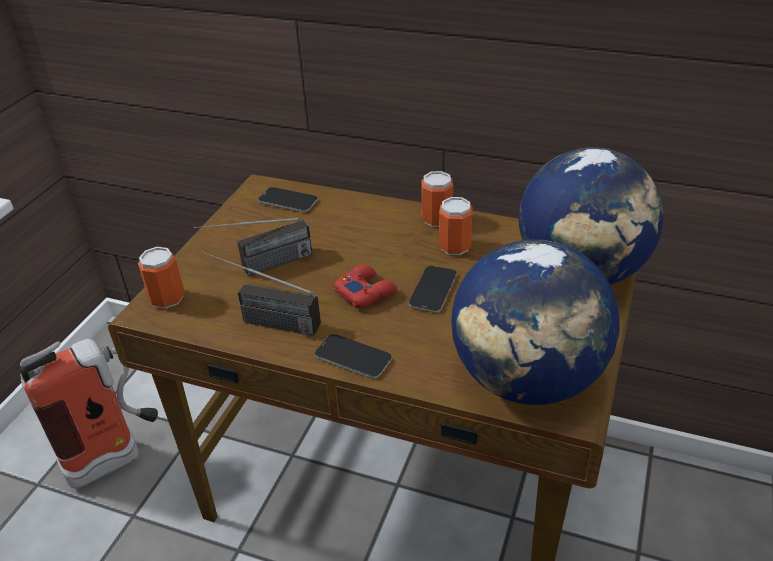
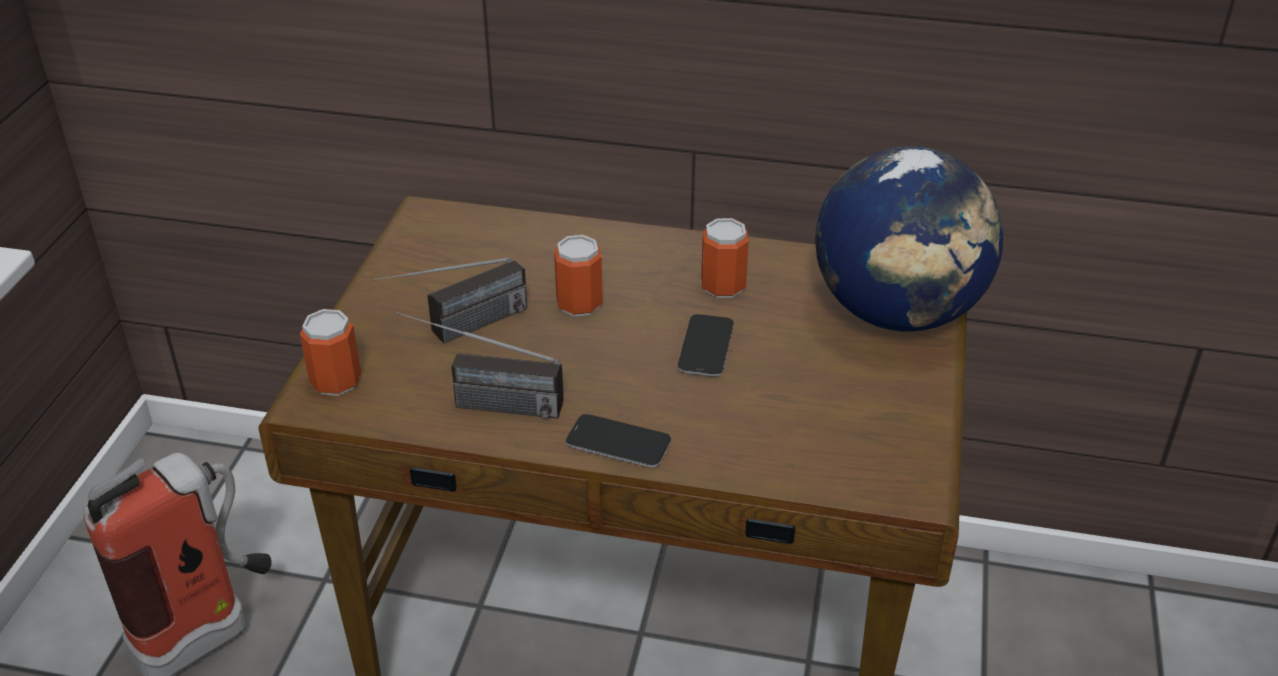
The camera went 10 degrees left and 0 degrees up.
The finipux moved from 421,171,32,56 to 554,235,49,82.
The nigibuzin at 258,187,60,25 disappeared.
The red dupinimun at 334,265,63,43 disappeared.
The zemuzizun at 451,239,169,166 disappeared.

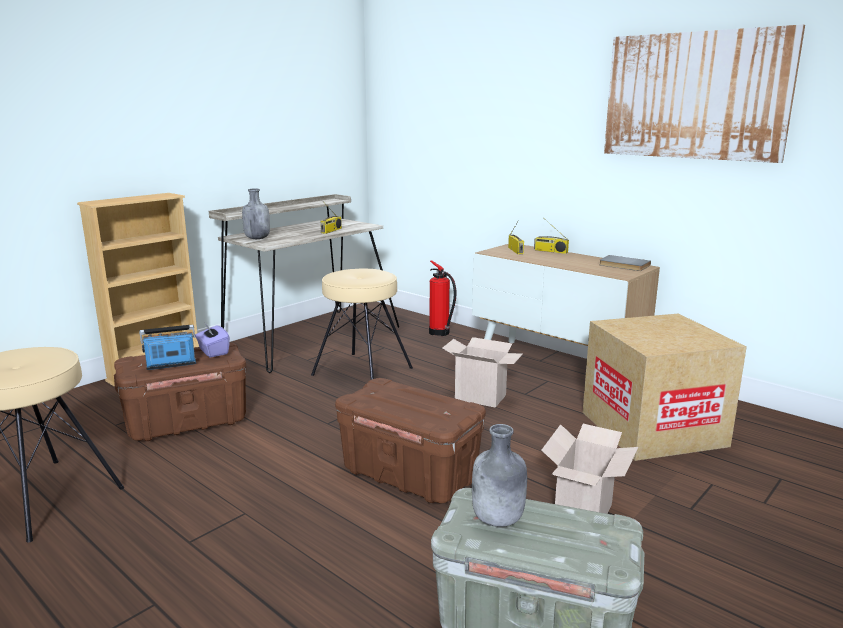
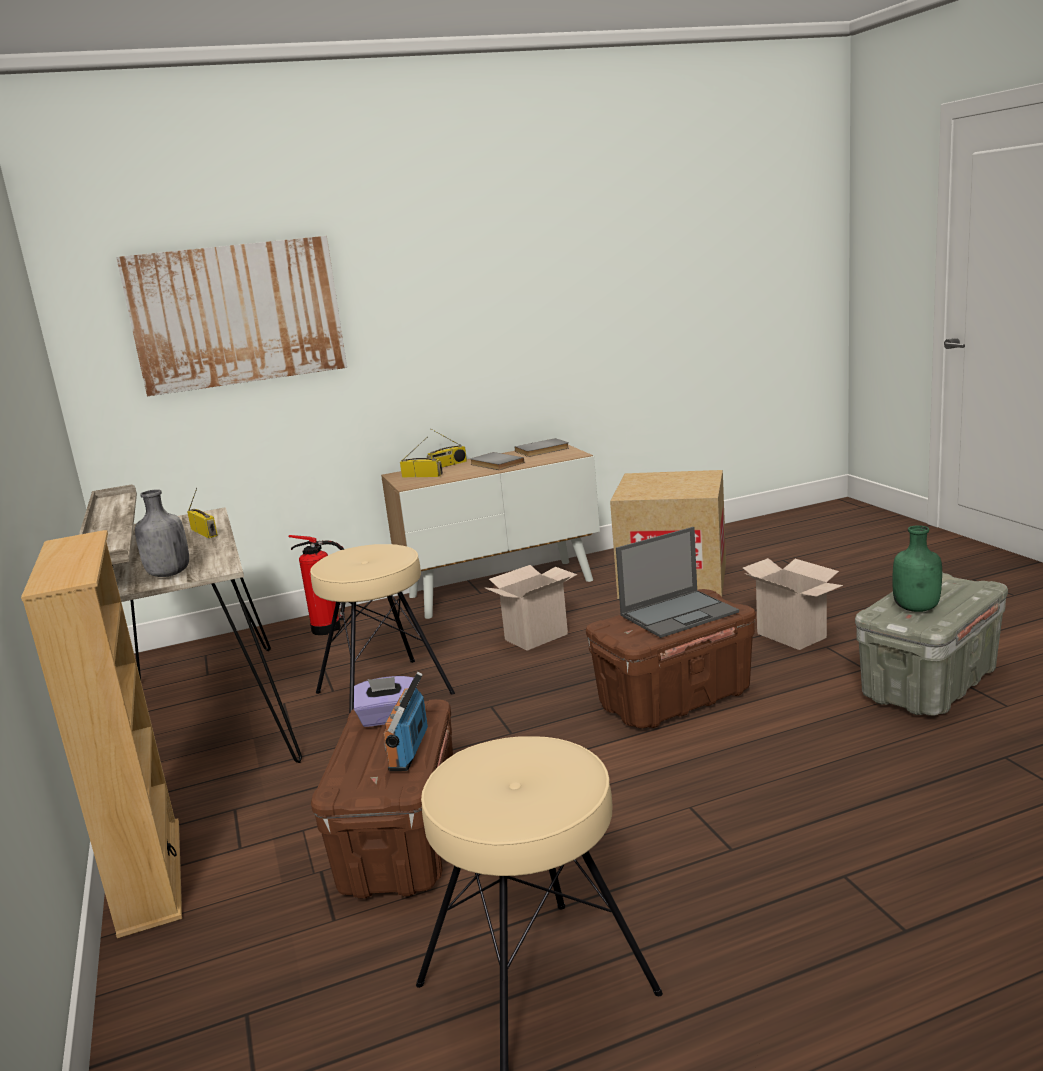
The camera went 60 degrees left and 0 degrees up.
The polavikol moved from 604,25,201,138 to 116,236,231,160.
The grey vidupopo at 470,452,54,18 appeared.
The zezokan at 616,527,123,111 appeared.
The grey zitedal at 472,424,55,103 became the green zitedal at 892,525,50,87.

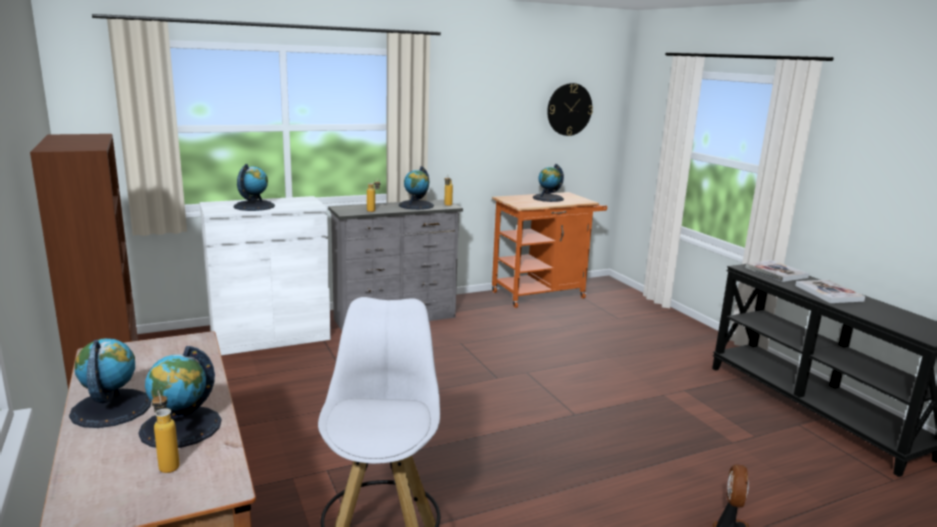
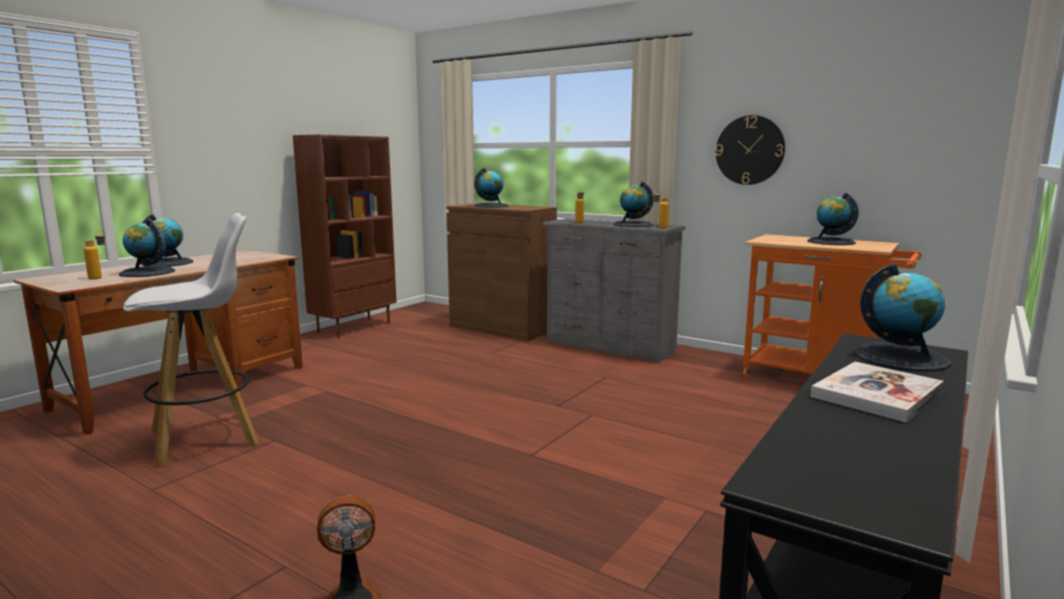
The camera went 60 degrees right and 5 degrees down.
The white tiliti at 200,196,131,159 became the brown tiliti at 446,203,111,138.
The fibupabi moved from 547,83,46,53 to 715,115,70,70.
The vidupopo at 745,260,64,22 was replaced by the zemuzizun at 854,264,98,108.

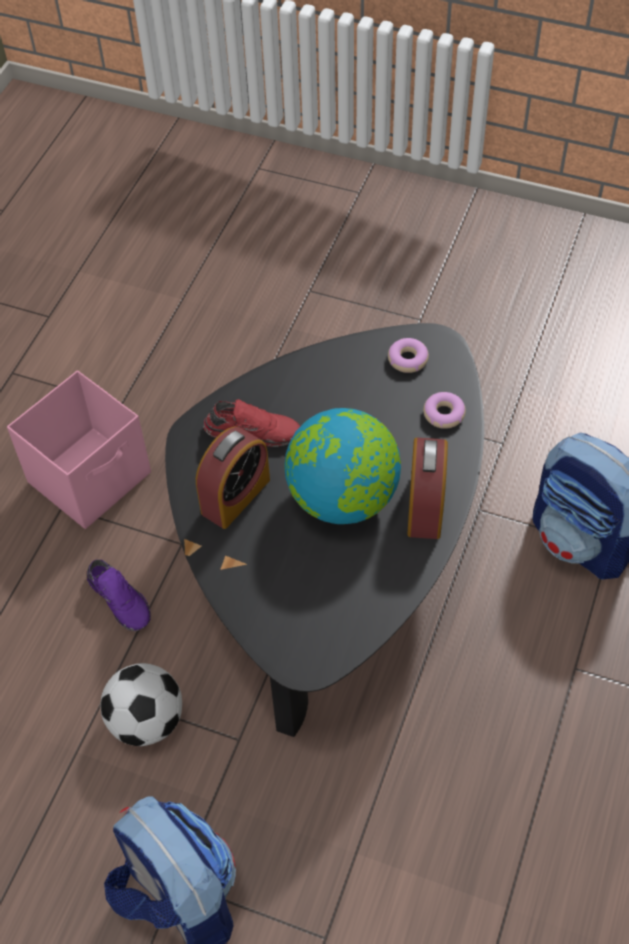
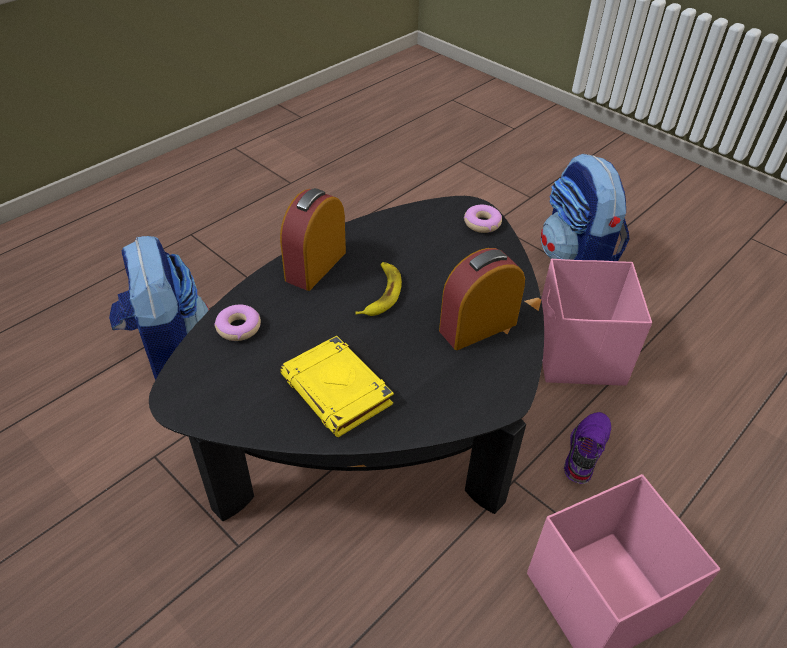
The camera went 160 degrees left and 10 degrees down.
The yellow vidupopo at 280,336,114,101 appeared.
The zemuzizun at 284,408,117,116 was replaced by the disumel at 356,262,46,54.
The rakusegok moved from 388,338,41,35 to 464,205,38,28.
The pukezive at 101,663,81,83 was replaced by the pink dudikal at 541,259,111,127.
The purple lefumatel at 86,560,65,71 turned 45 degrees clockwise.
The red lefumatel at 204,399,96,48 disappeared.

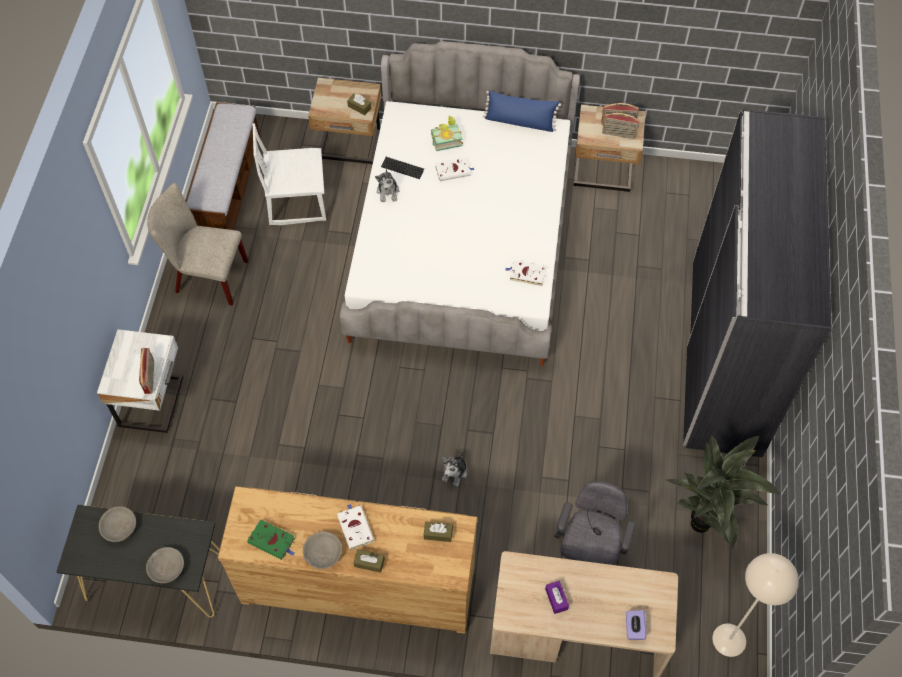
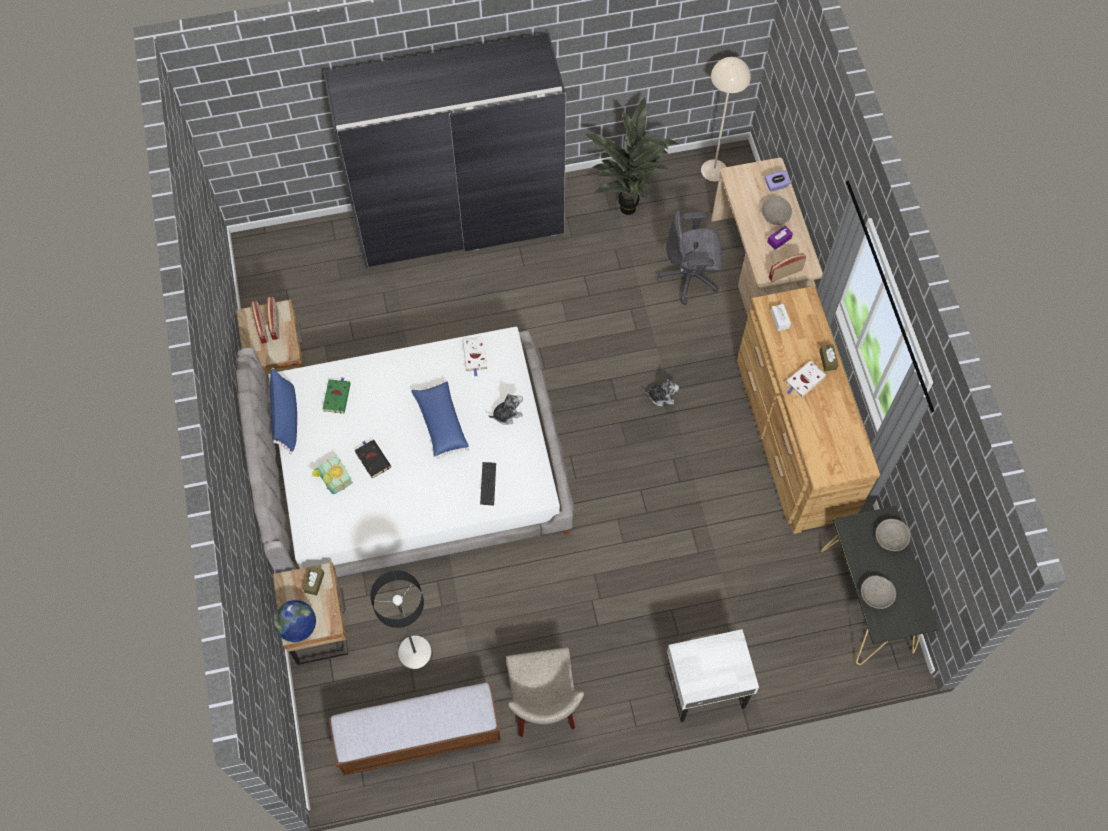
The camera went 110 degrees left and 5 degrees up.
The zemuzizun at 274,600,42,42 appeared.
The green vidupopo moved from 247,519,48,41 to 323,378,28,36.
The white vidupopo at 435,157,40,24 became the black vidupopo at 355,440,36,38.
The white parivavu at 253,123,73,102 was replaced by the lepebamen at 370,570,62,100.
The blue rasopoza at 411,380,58,79 appeared.
The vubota moved from 381,157,43,22 to 480,462,16,43.
The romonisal moved from 375,168,24,34 to 489,394,34,31.
The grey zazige moved from 303,531,39,38 to 761,197,31,28.
The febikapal moved from 139,348,15,46 to 768,253,38,29.
The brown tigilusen at 424,521,29,21 became the white tigilusen at 771,304,20,27.

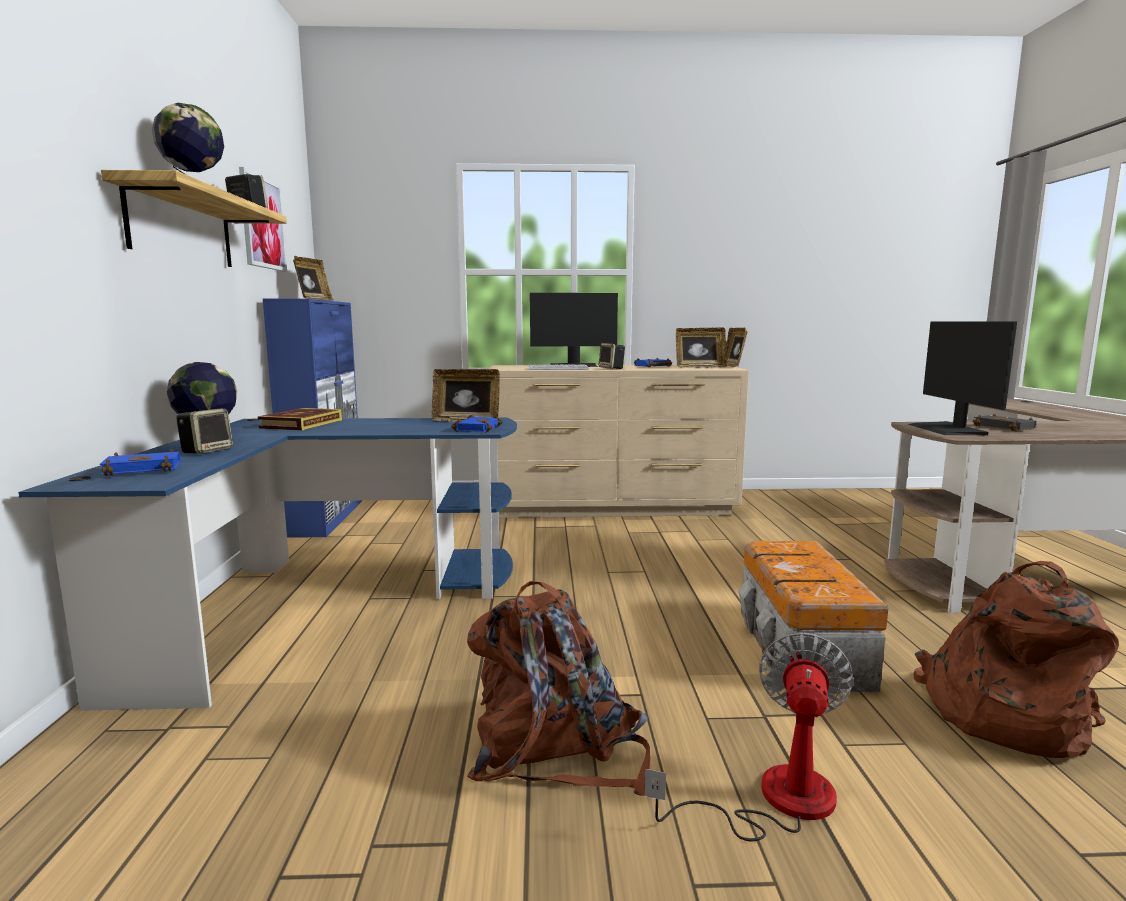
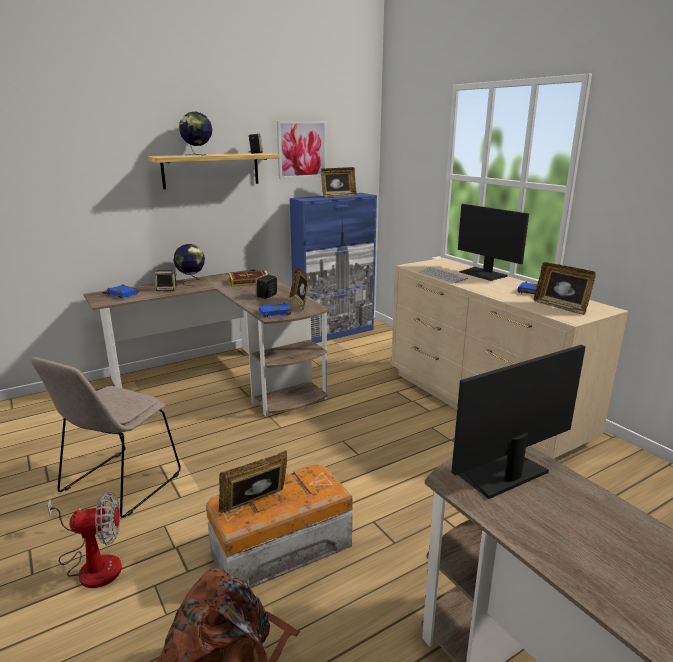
The camera went 60 degrees right and 10 degrees up.
The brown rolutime at 467,581,183,215 was replaced by the beige parivavu at 31,357,150,161.
The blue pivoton at 18,418,499,293 became the brown pivoton at 83,269,247,148.
The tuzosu moved from 726,328,22,39 to 218,450,69,63.
The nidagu moved from 599,343,26,26 to 255,274,22,25.
The black vidupopo at 973,413,64,18 disappeared.

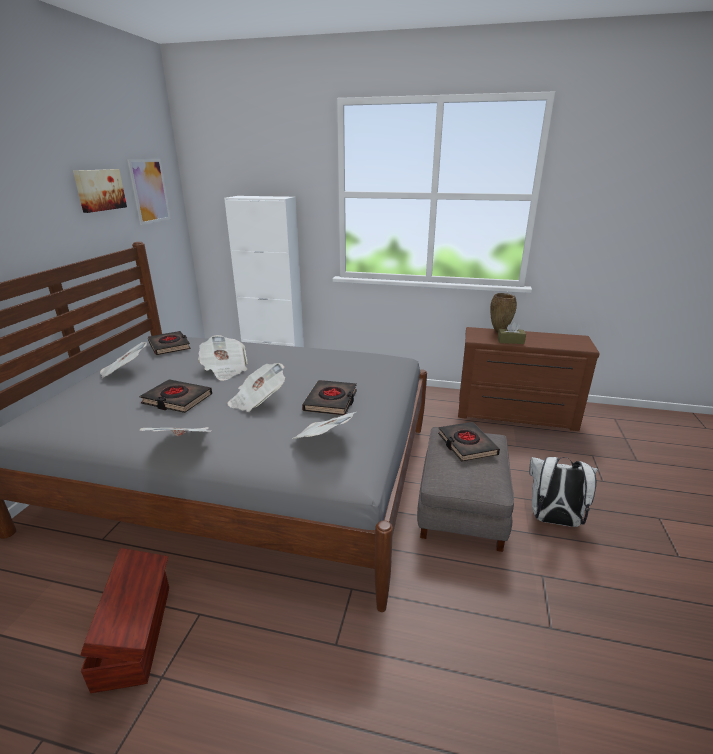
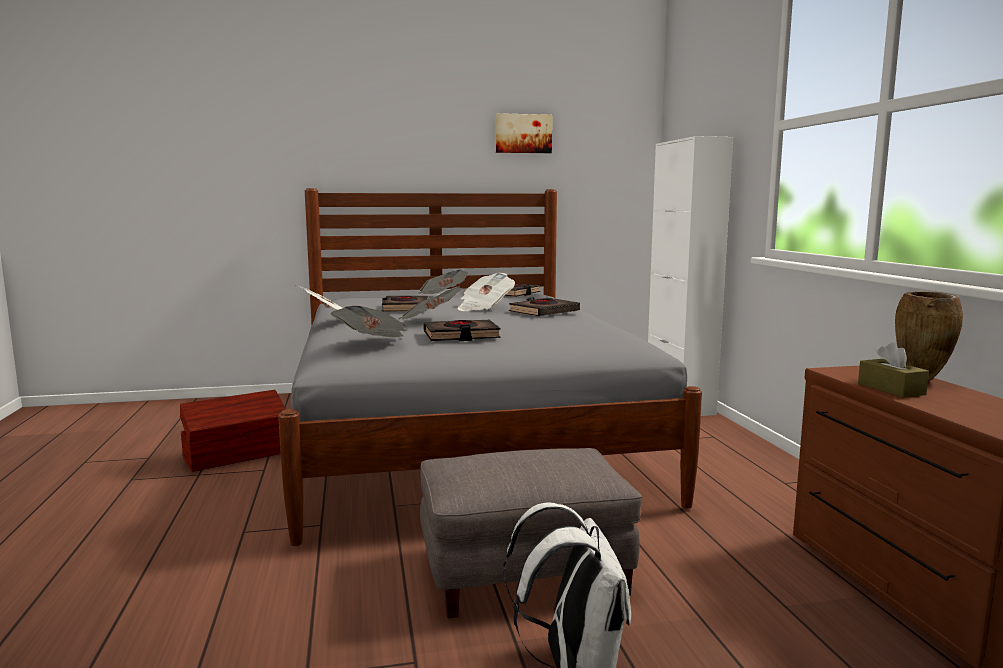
The camera went 65 degrees right and 15 degrees down.
The black vidupopo moved from 438,422,62,40 to 509,297,71,19.
The polavikol at 127,159,44,66 disappeared.

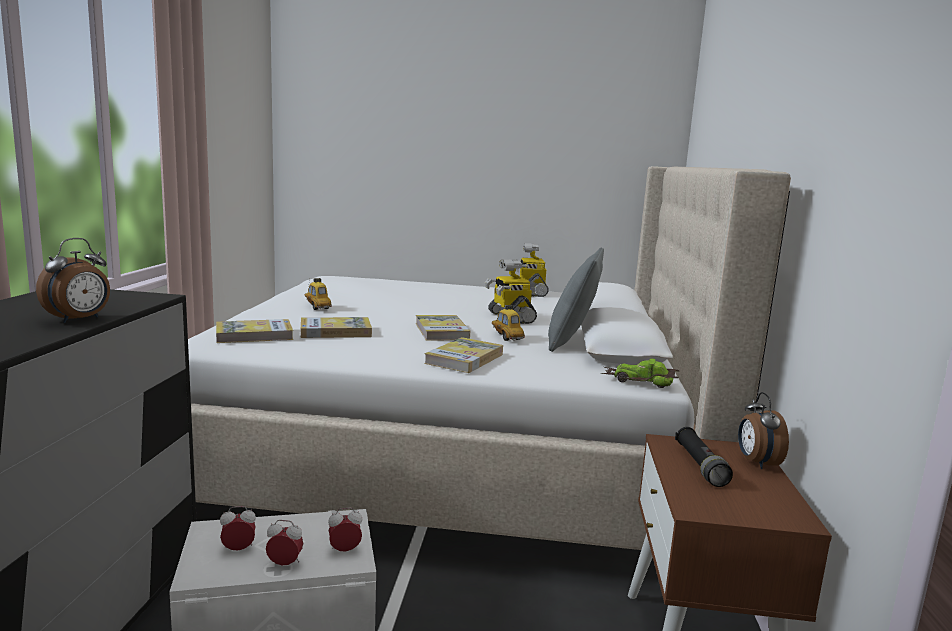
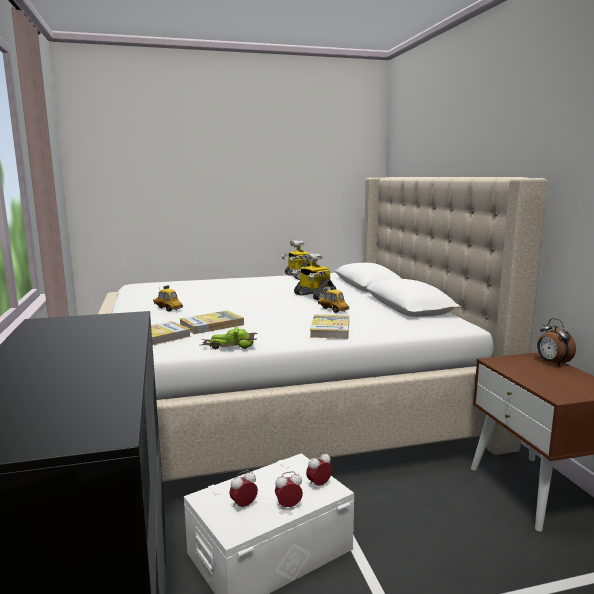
The camera went 20 degrees left and 0 degrees up.
The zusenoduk moved from 601,358,78,30 to 201,327,56,22.
The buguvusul at 36,238,74,85 disappeared.
The vidupopo at 416,315,54,26 disappeared.
The grey rasopoza at 548,248,56,104 disappeared.
The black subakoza at 675,427,58,60 disappeared.

